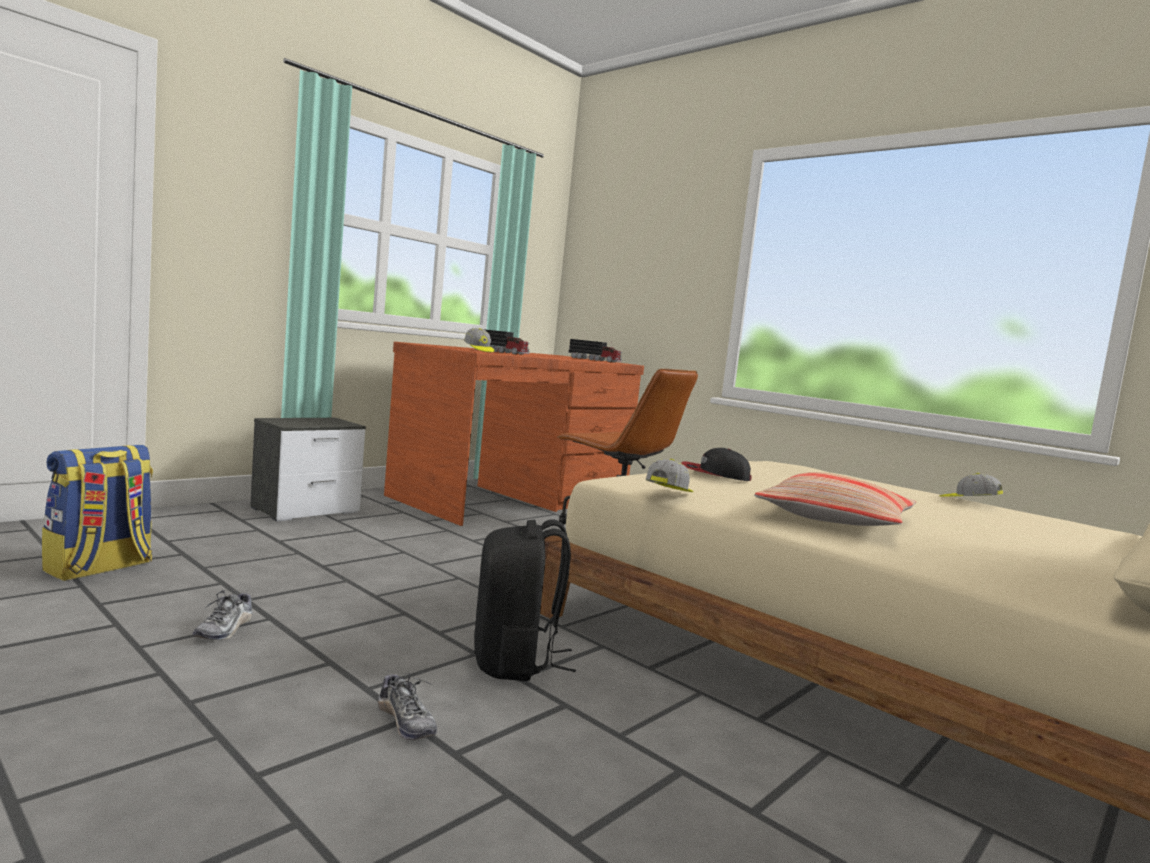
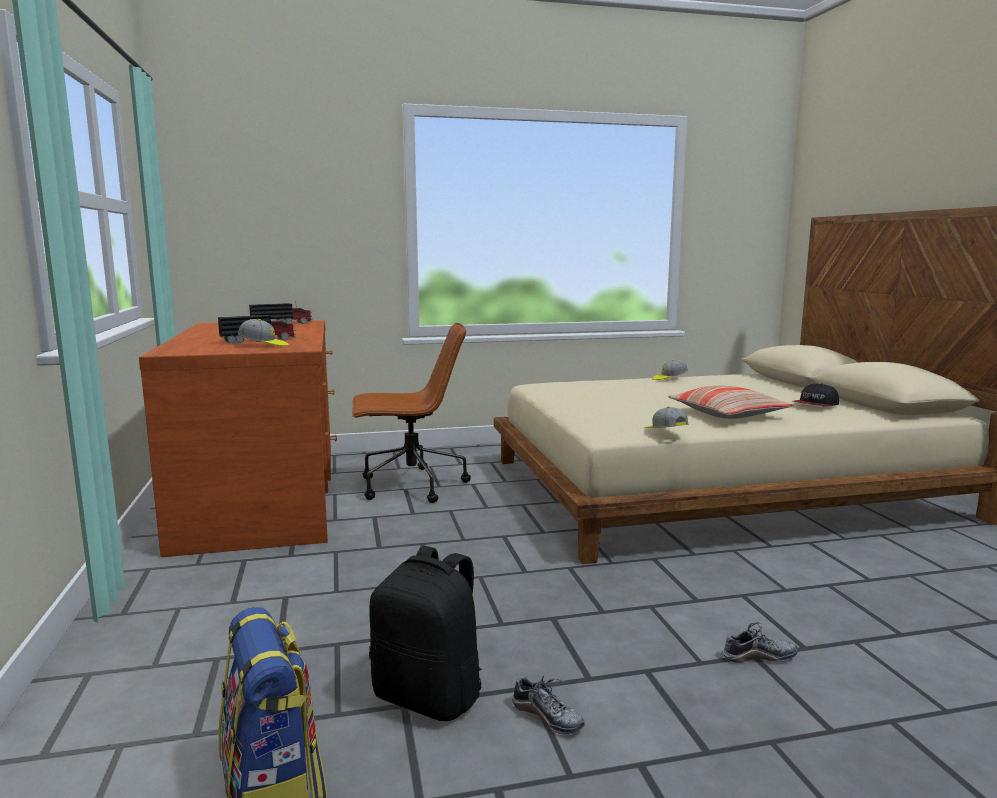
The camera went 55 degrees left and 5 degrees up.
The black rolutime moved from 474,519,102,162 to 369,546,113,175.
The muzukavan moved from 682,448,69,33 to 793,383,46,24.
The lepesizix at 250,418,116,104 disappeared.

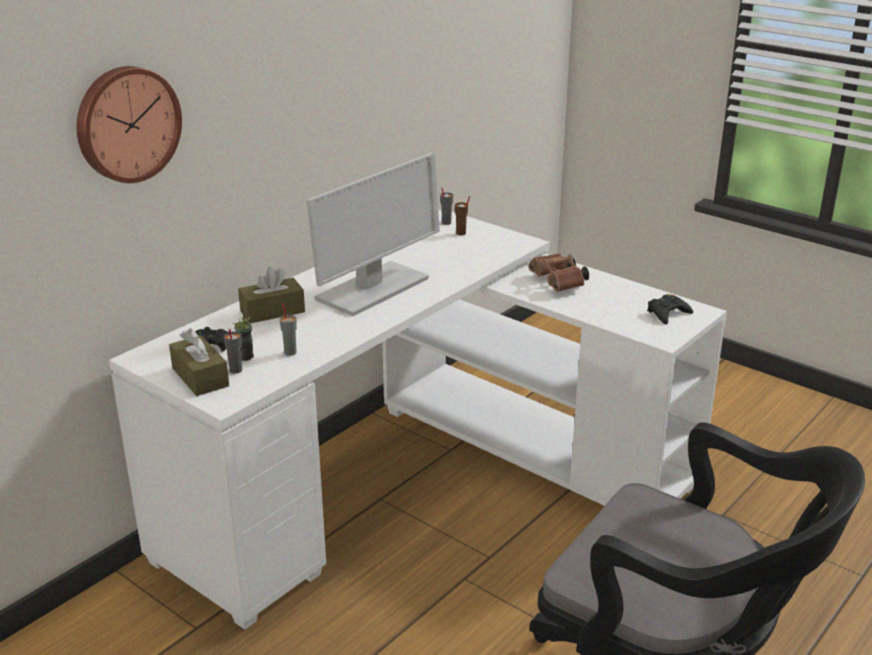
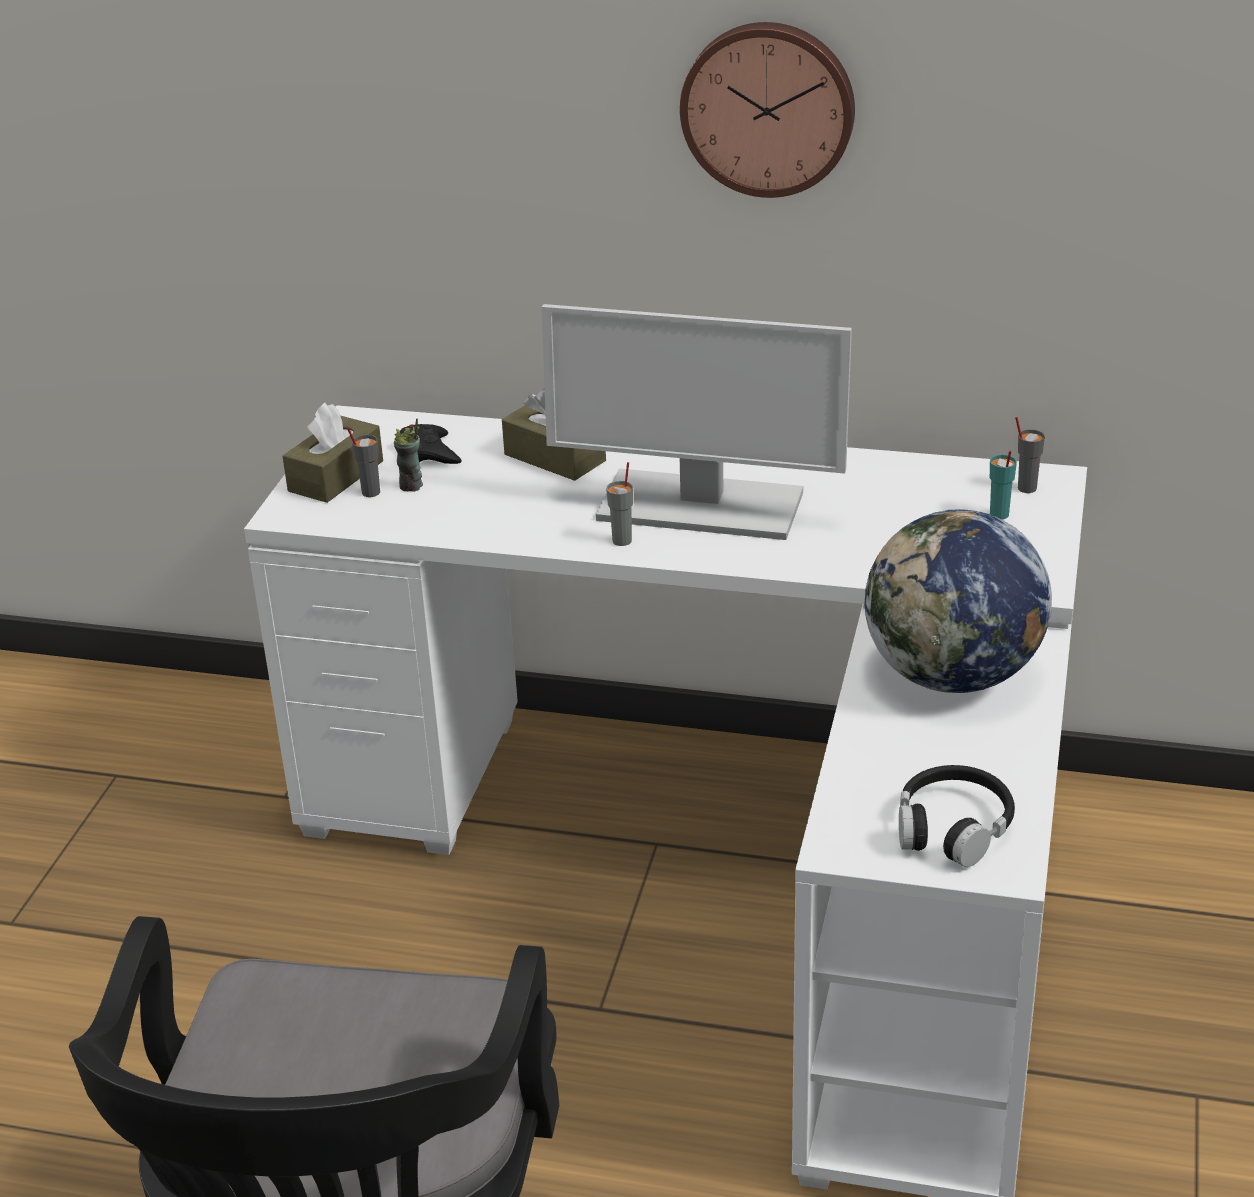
The camera went 65 degrees right and 5 degrees up.
The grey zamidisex moved from 280,303,17,53 to 606,462,27,84.
The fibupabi moved from 77,66,105,117 to 680,22,175,176.
The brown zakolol at 529,253,60,39 was replaced by the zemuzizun at 864,509,188,184.
The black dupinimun at 647,294,46,30 was replaced by the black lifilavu at 899,765,116,102.
The brown zamidisex at 455,196,15,39 became the turquoise zamidisex at 990,451,27,68.

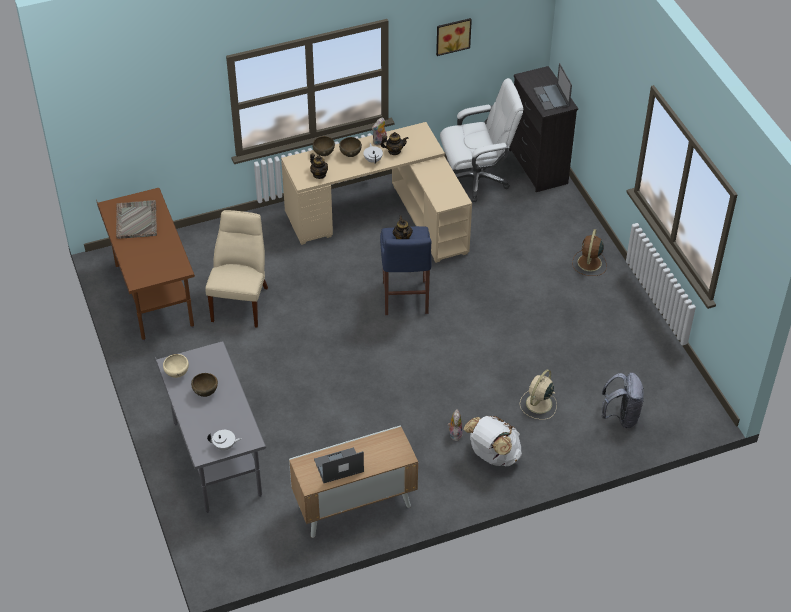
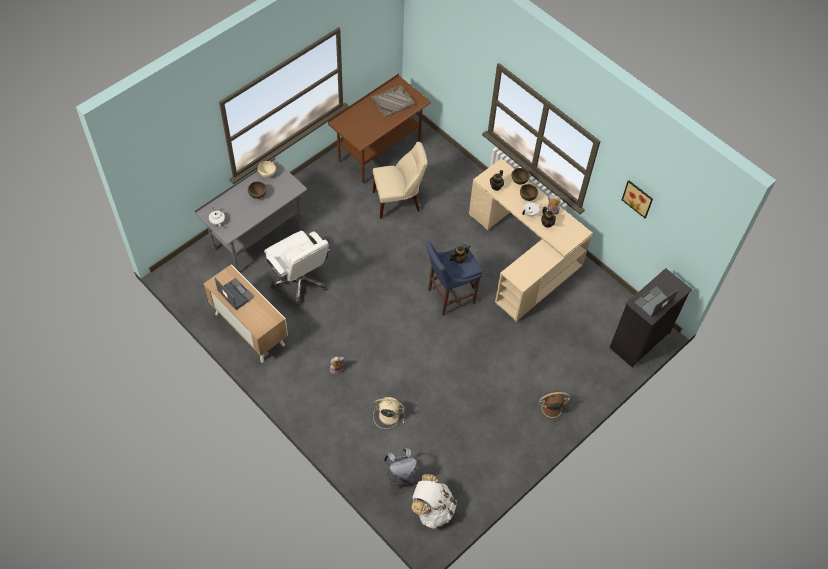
The camera went 65 degrees right and 10 degrees up.
The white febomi moved from 440,78,84,124 to 264,230,66,76.
The white rolutime moved from 464,416,58,50 to 411,474,46,55.

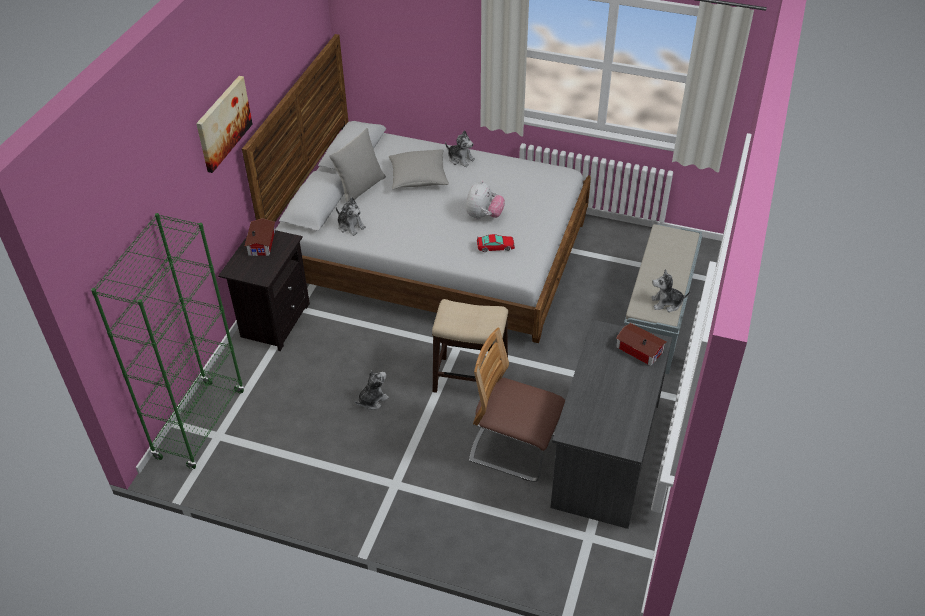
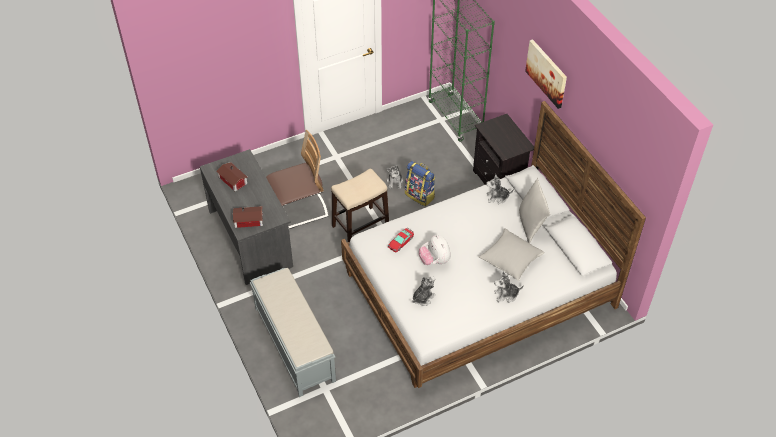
The camera went 135 degrees right and 5 degrees up.
The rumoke moved from 244,218,31,38 to 216,162,31,30.
The rolutime at 405,161,30,45 appeared.
The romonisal moved from 651,269,39,43 to 412,276,24,30.

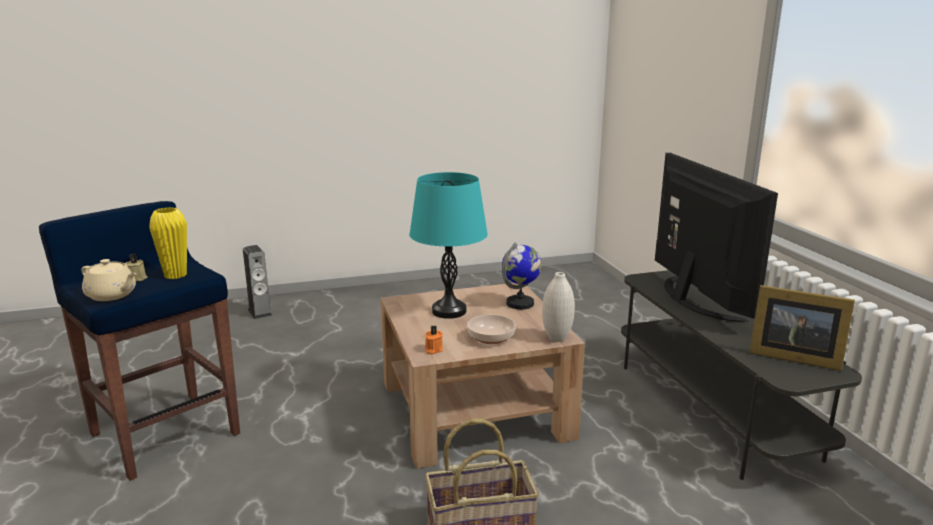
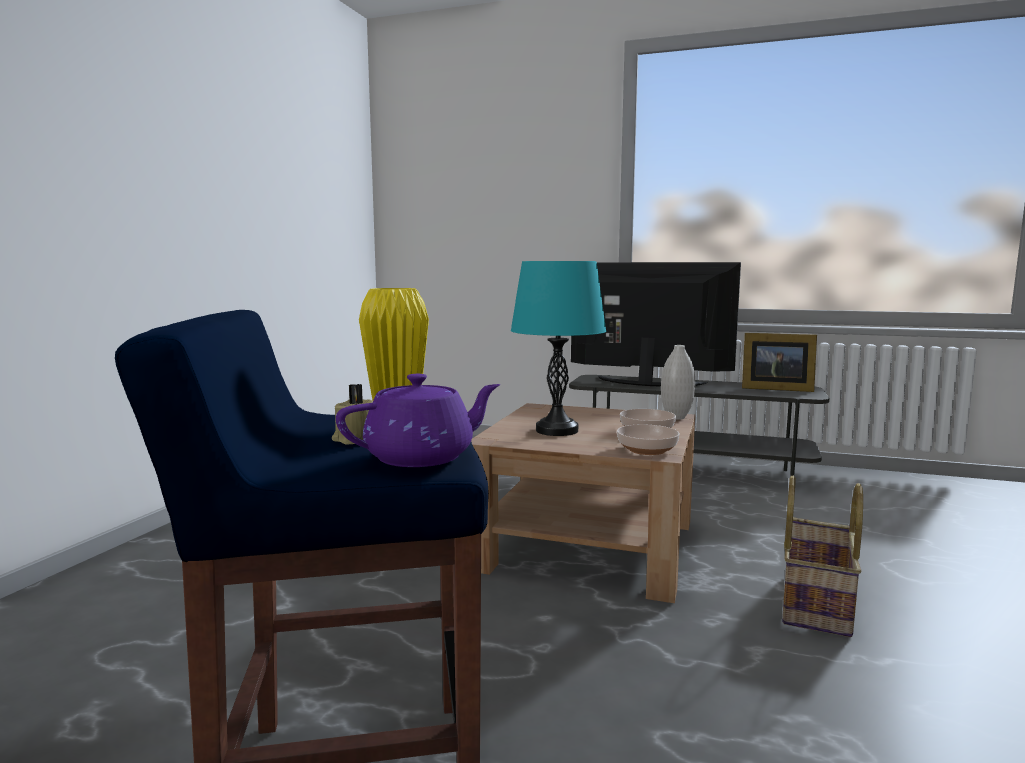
The camera went 55 degrees left and 10 degrees down.
The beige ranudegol at 81,259,55,42 became the purple ranudegol at 336,374,164,93.
The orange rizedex at 425,326,18,28 was replaced by the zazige at 617,424,62,31.
The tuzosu at 749,285,106,86 turned 45 degrees clockwise.
The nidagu at 243,245,29,74 disappeared.
The zemuzizun at 502,243,40,66 disappeared.

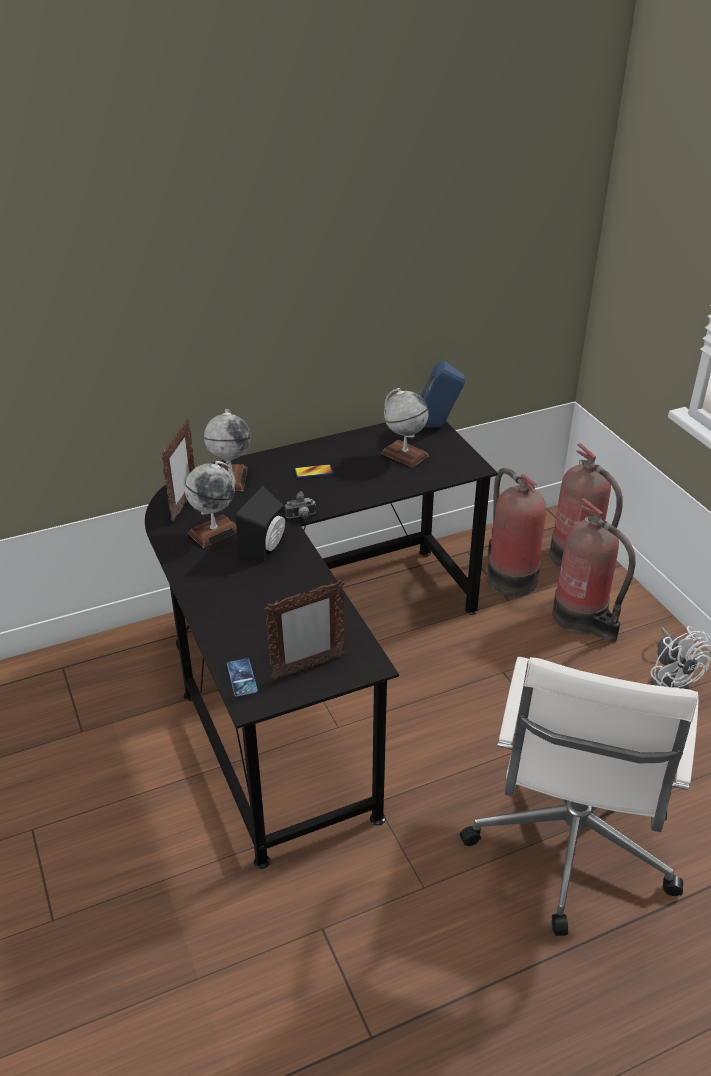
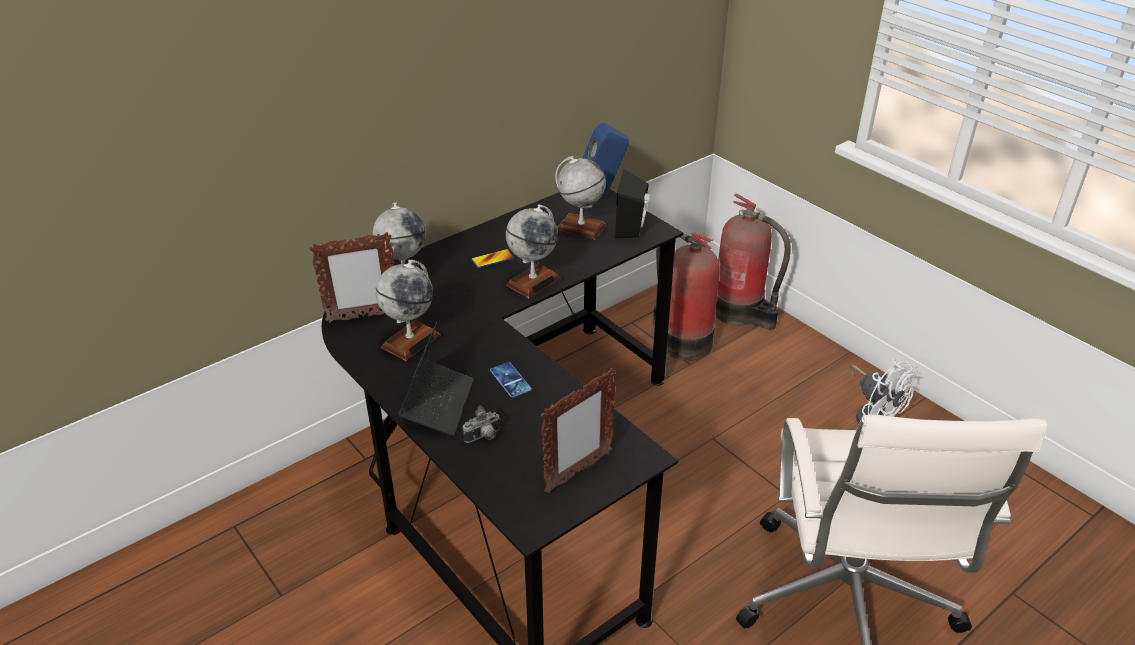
The camera went 15 degrees left and 0 degrees up.
The tuzosu at 161,418,34,104 turned 75 degrees clockwise.
The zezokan at 398,321,76,115 appeared.
The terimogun moved from 285,491,31,27 to 462,405,39,38.
The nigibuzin moved from 227,658,31,39 to 490,362,41,35.
The zemuzizun at 506,204,55,95 appeared.
The black nidagu moved from 236,486,49,74 to 615,169,35,69.
The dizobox at 552,498,84,144 disappeared.

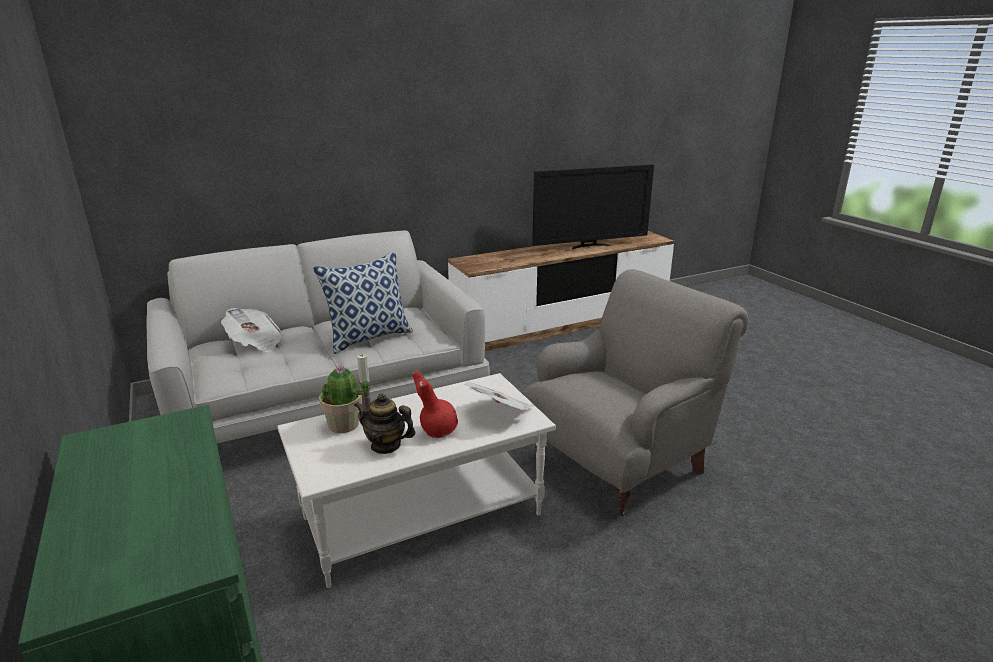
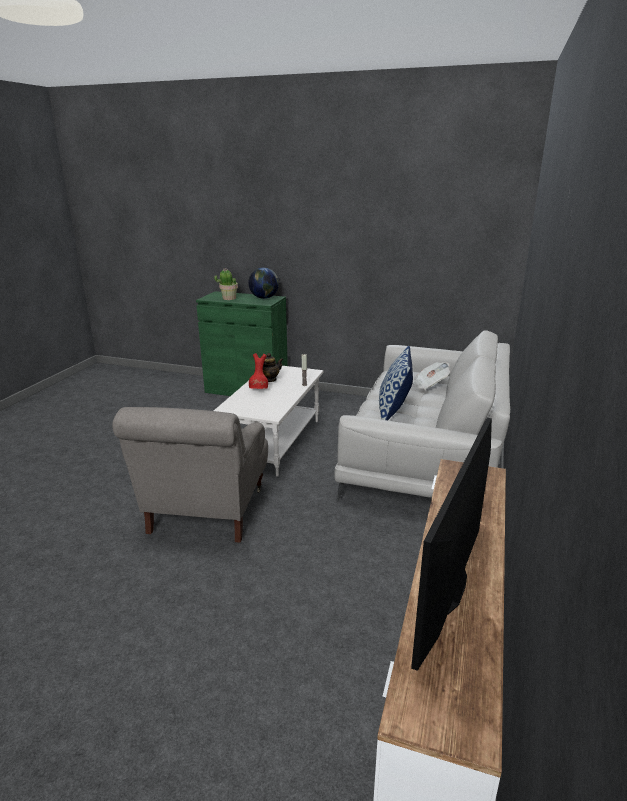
The camera went 135 degrees right and 0 degrees up.
The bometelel moved from 319,365,50,68 to 214,269,24,31.
The zemuzizun at 248,268,31,31 appeared.
The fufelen at 464,382,70,29 disappeared.

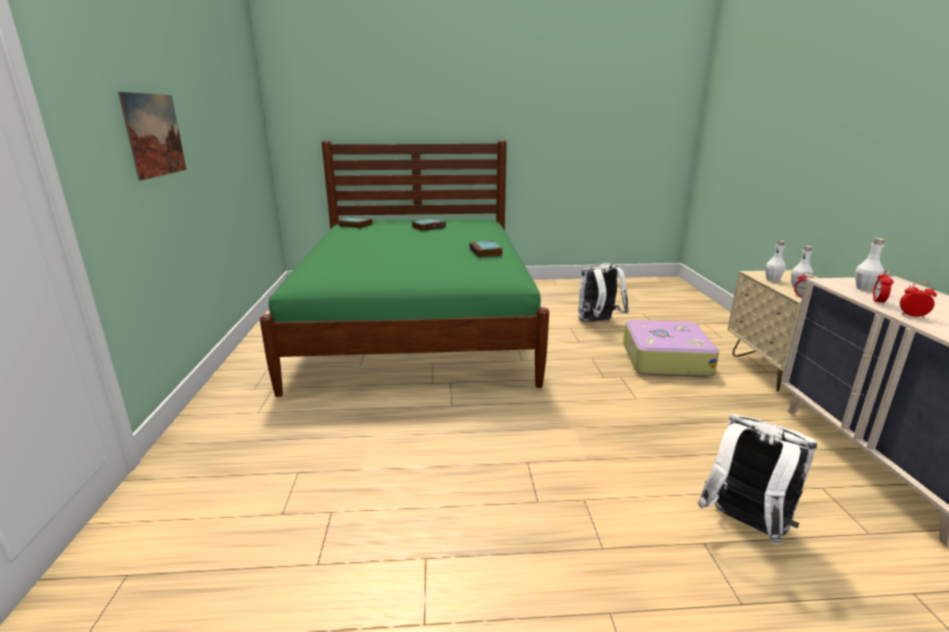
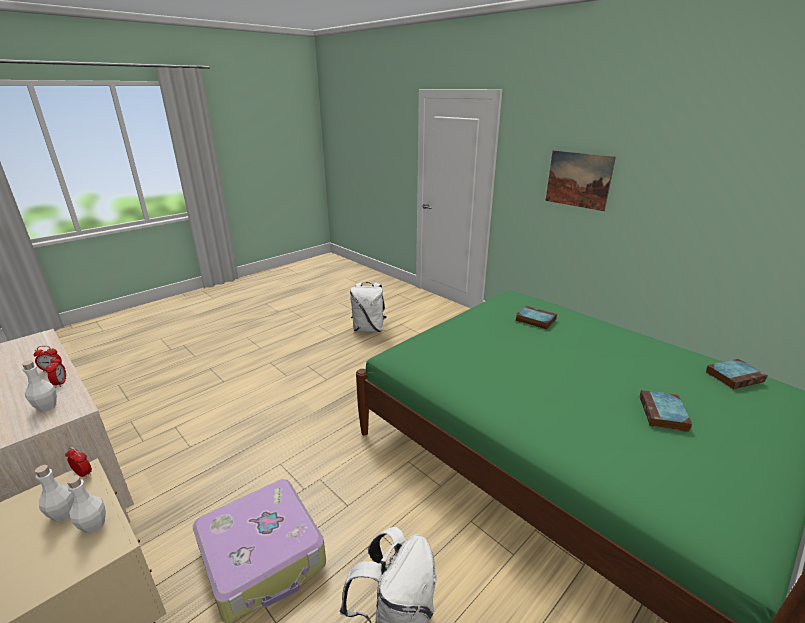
The camera went 140 degrees right and 5 degrees up.
The white rolutime moved from 698,414,119,131 to 350,282,37,50.
The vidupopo moved from 470,241,33,16 to 515,306,42,24.

